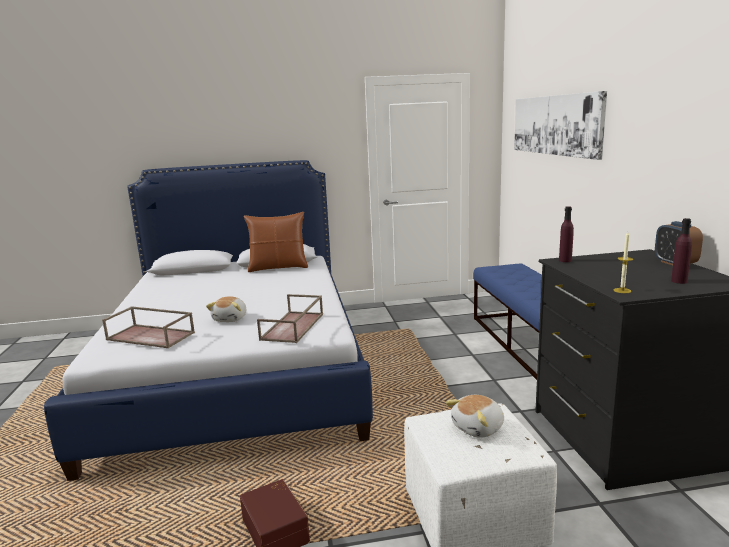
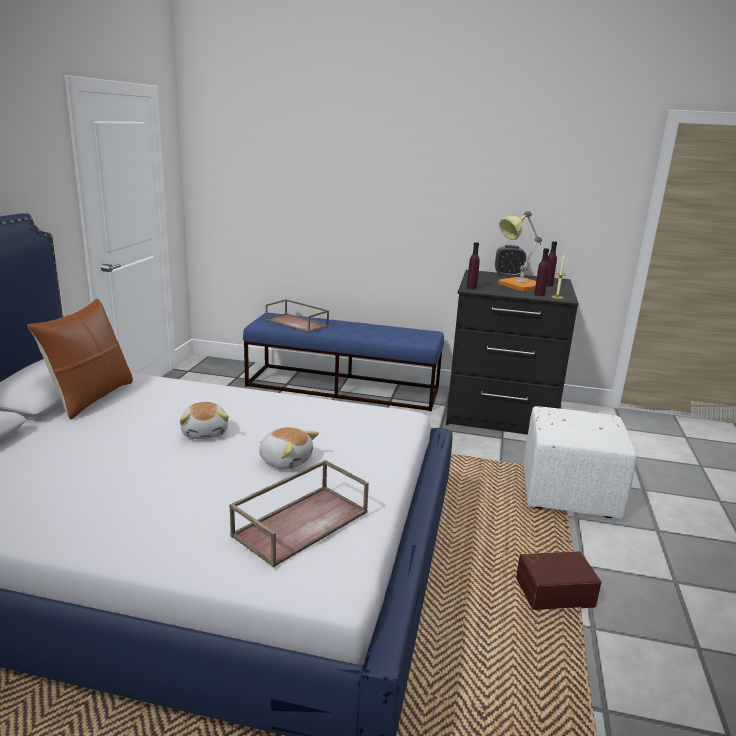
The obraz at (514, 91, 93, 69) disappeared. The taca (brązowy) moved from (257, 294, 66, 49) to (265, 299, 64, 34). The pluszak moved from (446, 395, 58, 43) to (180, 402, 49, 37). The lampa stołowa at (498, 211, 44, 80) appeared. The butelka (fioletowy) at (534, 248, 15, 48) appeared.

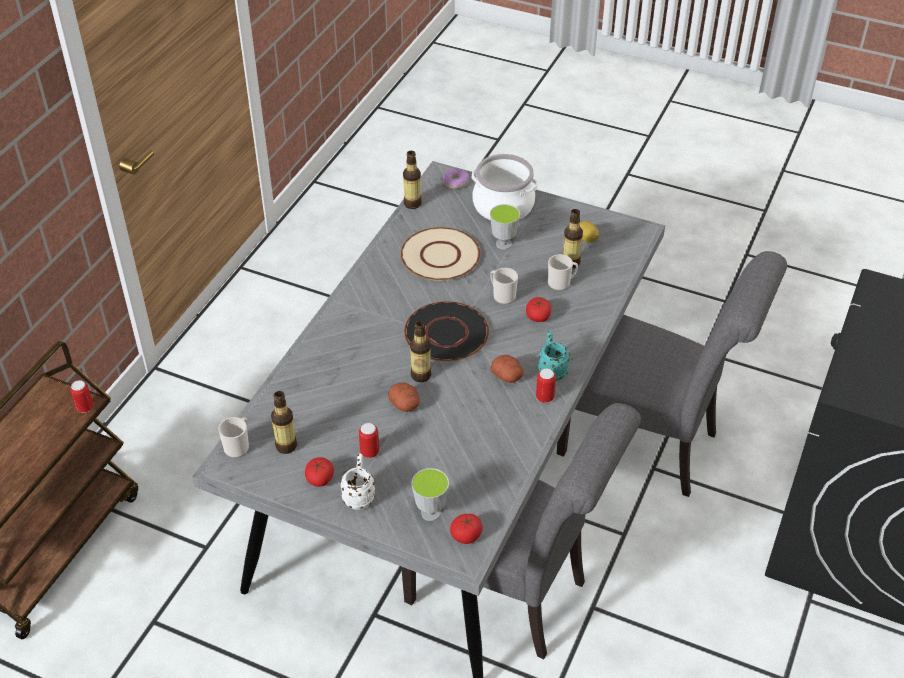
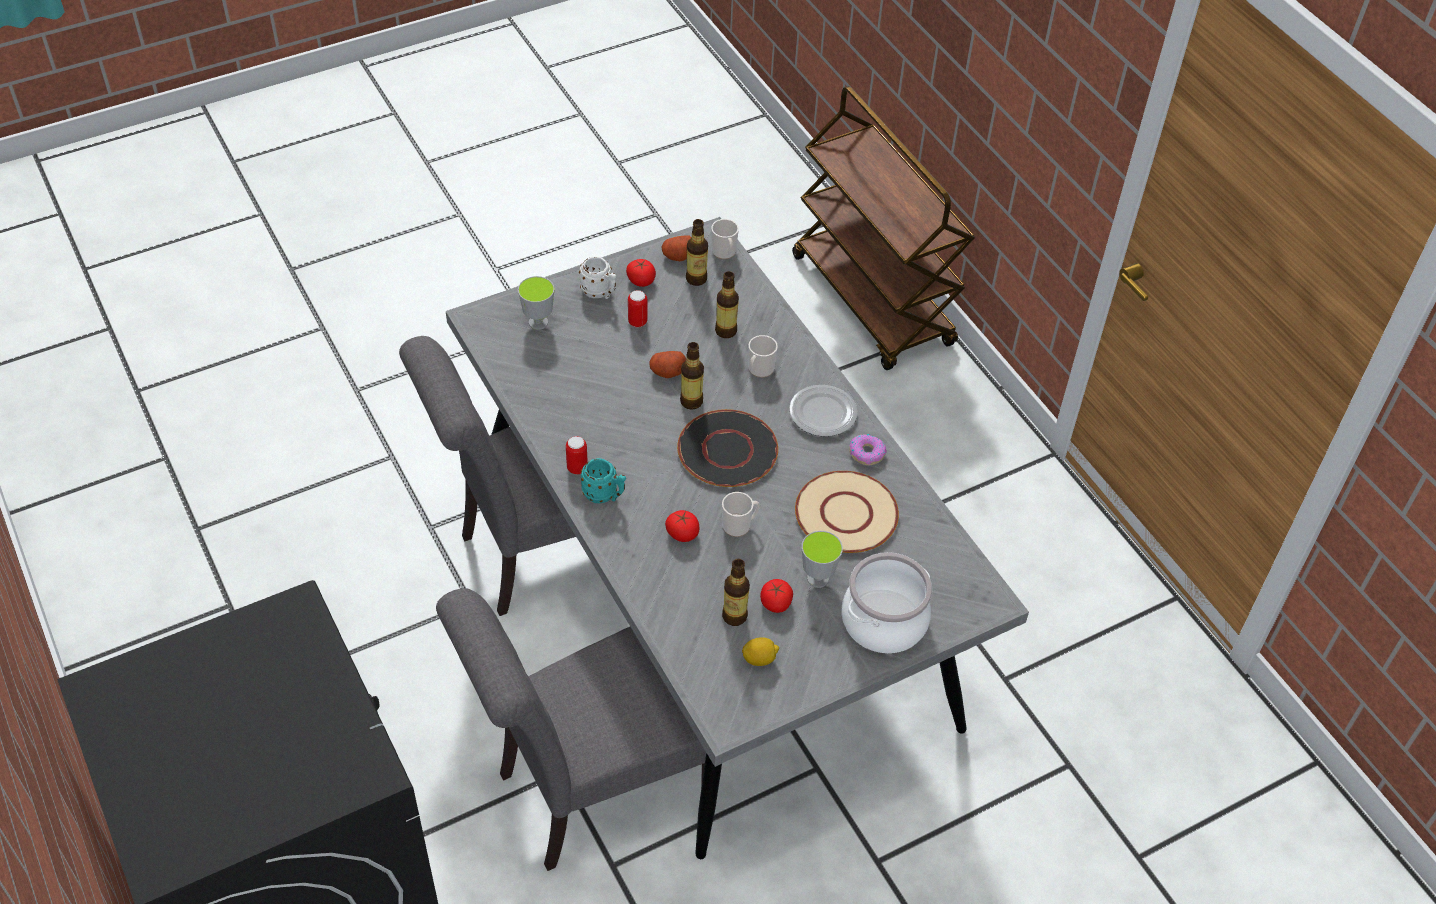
The butelka moved from (403, 151, 19, 58) to (715, 271, 24, 67). The donut moved from (443, 168, 26, 21) to (849, 434, 38, 32). The kubek moved from (548, 254, 30, 37) to (748, 335, 30, 43). The ziemniak moved from (491, 355, 33, 28) to (661, 235, 30, 26). The puszka at (70, 380, 23, 33) disappeared. The pomidor moved from (450, 514, 33, 30) to (760, 579, 33, 34). The talerz at (789, 385, 69, 52) appeared.

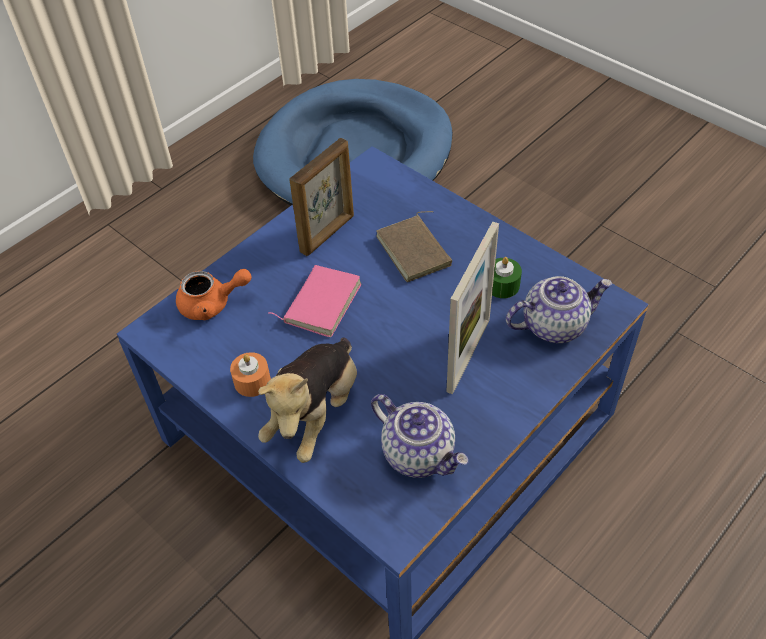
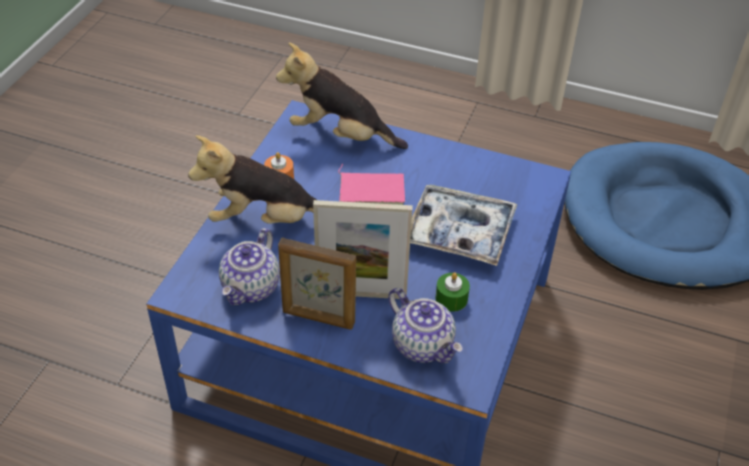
The ramka na zdjęcie moved from (290, 138, 64, 118) to (278, 238, 78, 92). The książka (brązowy) at (376, 211, 76, 71) was replaced by the taca at (410, 184, 108, 82). The imbryk (pomarańczowy) at (176, 269, 76, 51) was replaced by the pluszak at (276, 42, 132, 107).

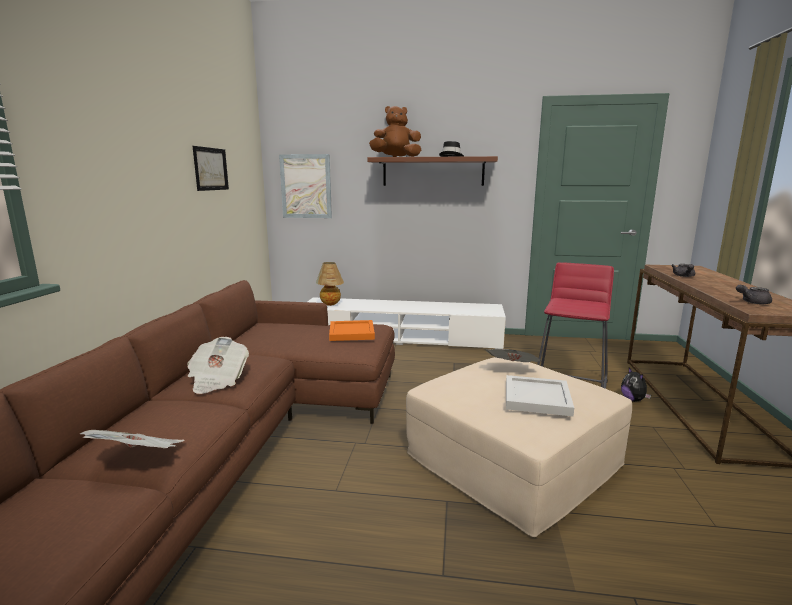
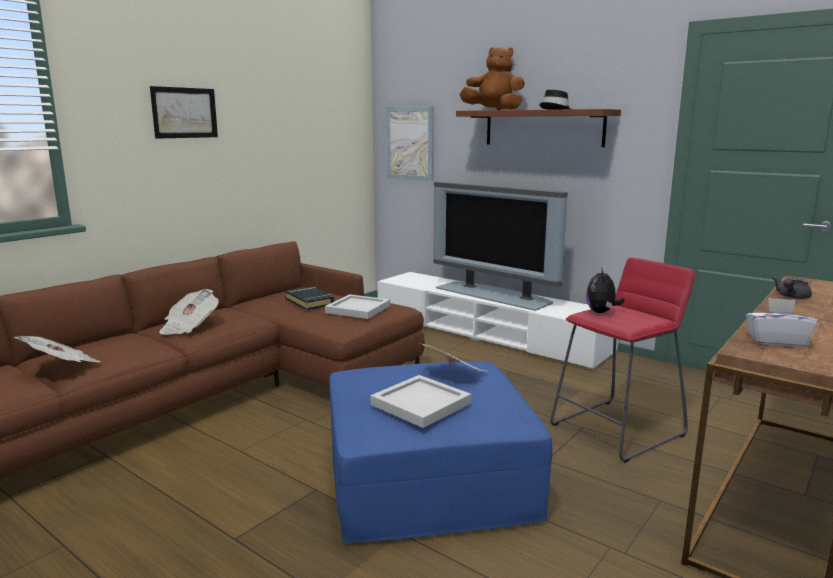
The obraz moved from (193, 146, 36, 45) to (150, 86, 68, 53). The lampa stołowa at (316, 262, 28, 44) disappeared. The imbryk (szary) at (736, 285, 36, 20) was replaced by the pudełko chusteczek (biały) at (746, 298, 72, 49). The taca (pomarańczowy) at (329, 320, 46, 21) became the taca (biały) at (325, 294, 65, 25). The pufa (beżowy) at (406, 357, 226, 180) became the pufa (niebieski) at (329, 361, 223, 183). The pluszak moved from (621, 368, 30, 34) to (586, 267, 38, 46). The telewizor at (434, 182, 134, 129) appeared. The książka (czarny) at (285, 286, 49, 24) appeared.

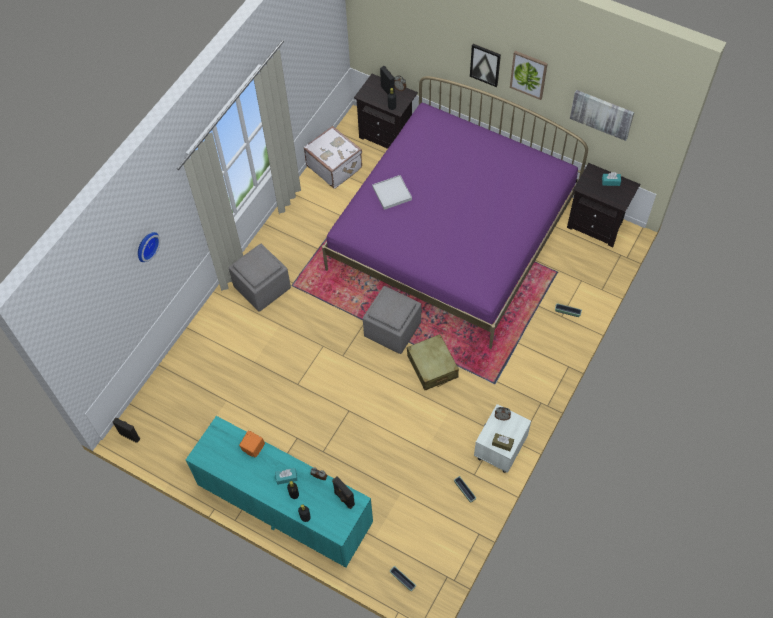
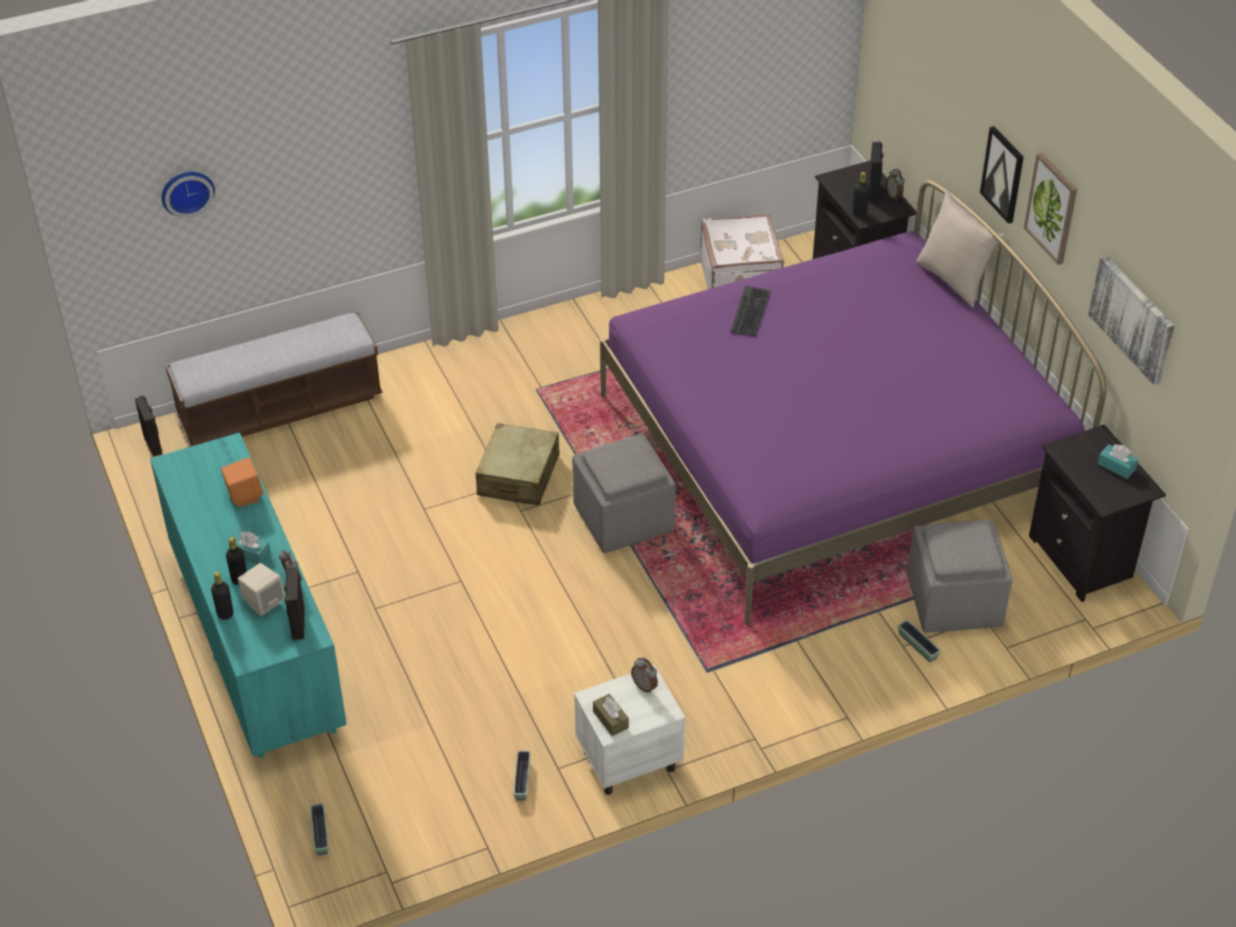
The taca (biały) at (372, 175, 40, 35) was replaced by the klawiatura at (730, 286, 40, 51). The zegar ścienny moved from (138, 232, 23, 30) to (162, 172, 53, 46). The pufa (szary) moved from (228, 244, 63, 68) to (907, 520, 105, 113). The walizka (beżowy) moved from (407, 334, 52, 56) to (475, 423, 85, 82). The poduszka (beżowy) at (916, 191, 89, 117) appeared. The ławka at (165, 311, 217, 136) appeared. The głośnik (beżowy) at (238, 563, 47, 53) appeared.

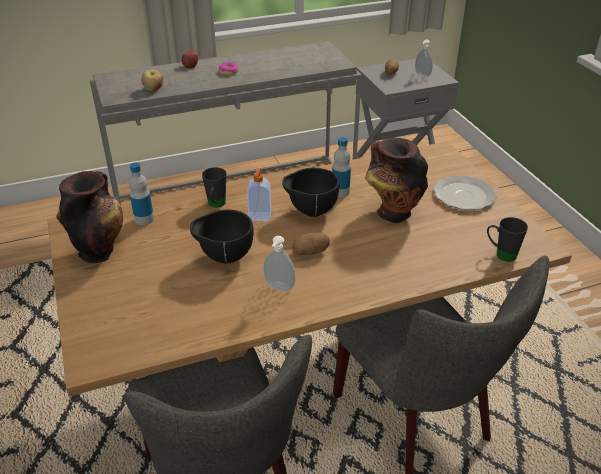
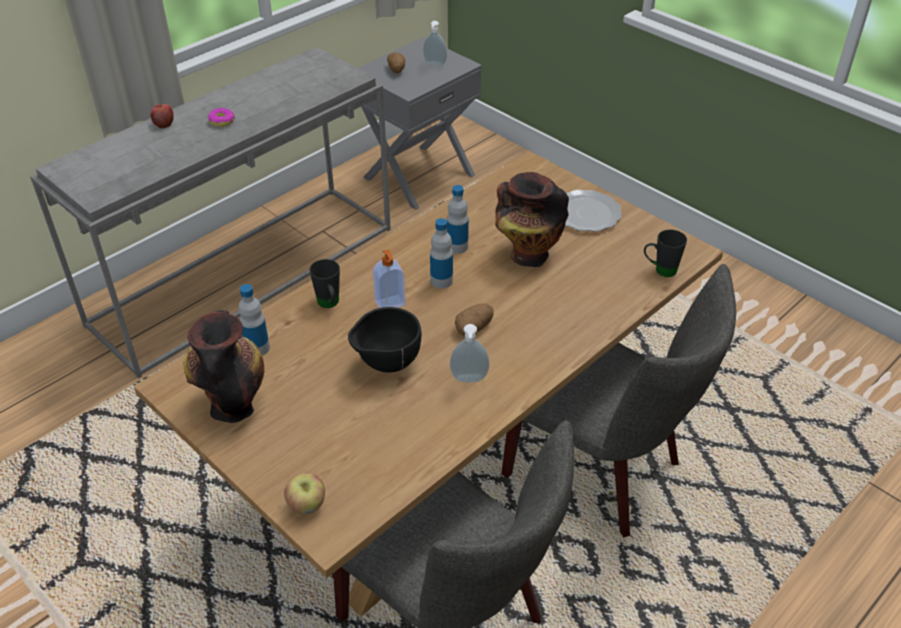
The jabłko moved from (142, 70, 21, 21) to (284, 473, 41, 41). The miska (czarny) at (282, 168, 57, 49) was replaced by the butelka at (430, 218, 23, 71).

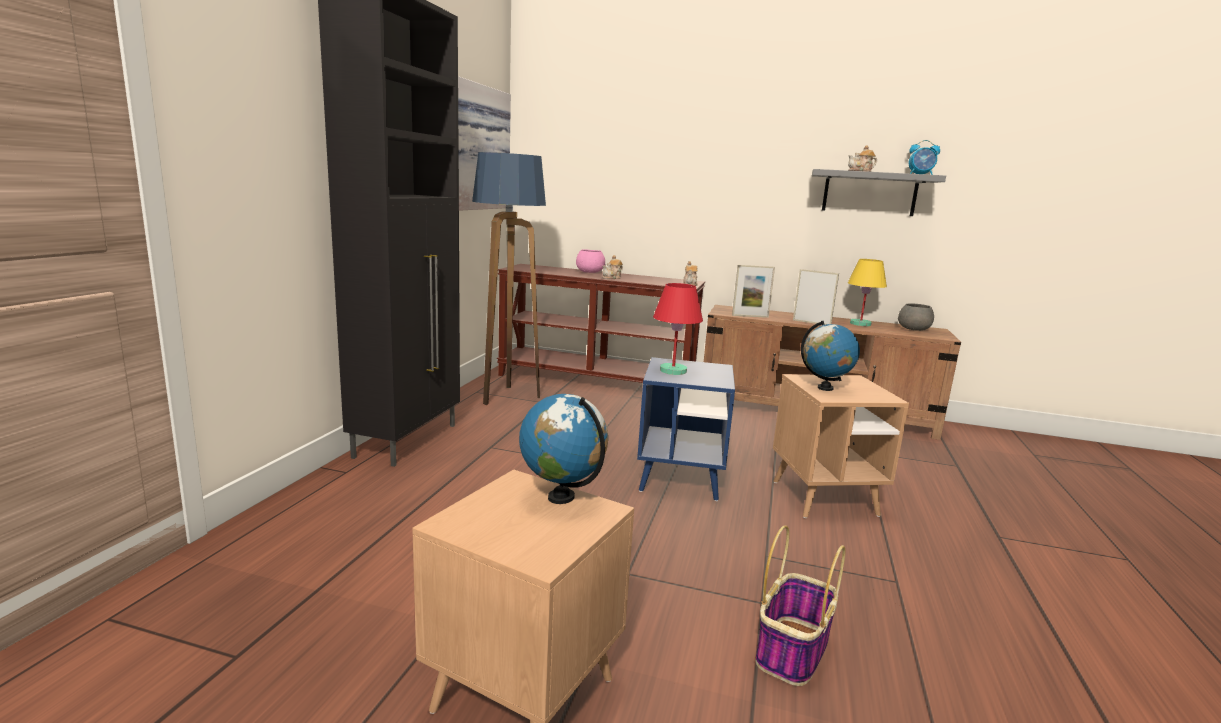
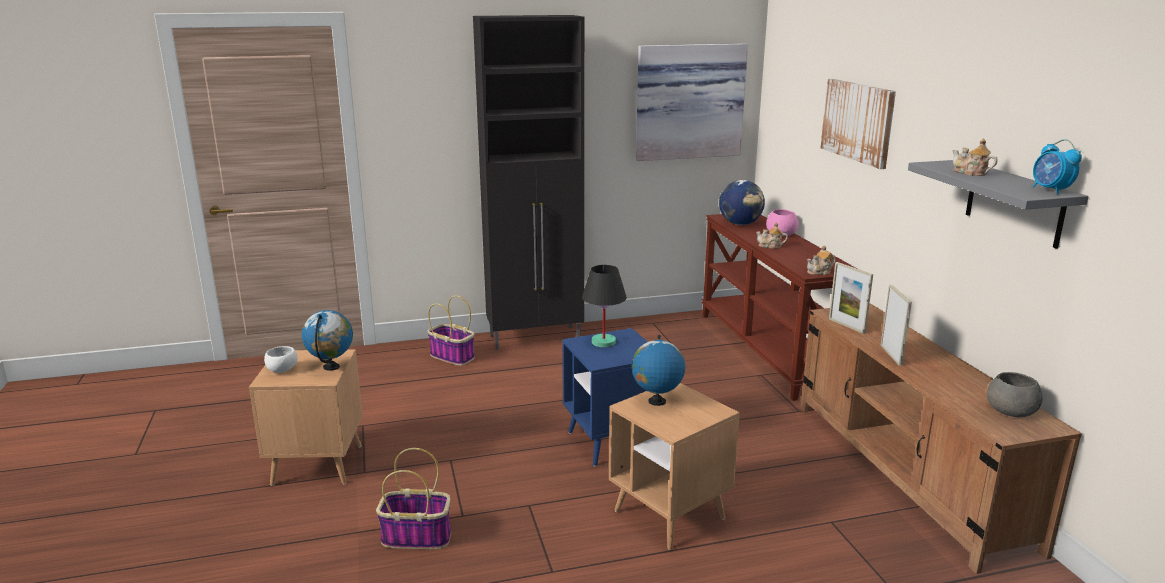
The lampa stojąca at (472, 152, 74, 253) disappeared. The lampa stołowa (żółty) at (848, 259, 39, 67) disappeared. The lampa stołowa (czerwony) at (653, 283, 50, 92) became the lampa stołowa (czarny) at (582, 265, 45, 82). The obraz at (820, 79, 76, 90) appeared. The globus at (719, 180, 46, 45) appeared. The koszyk at (427, 295, 48, 71) appeared. The miska (biały) at (264, 346, 33, 27) appeared.

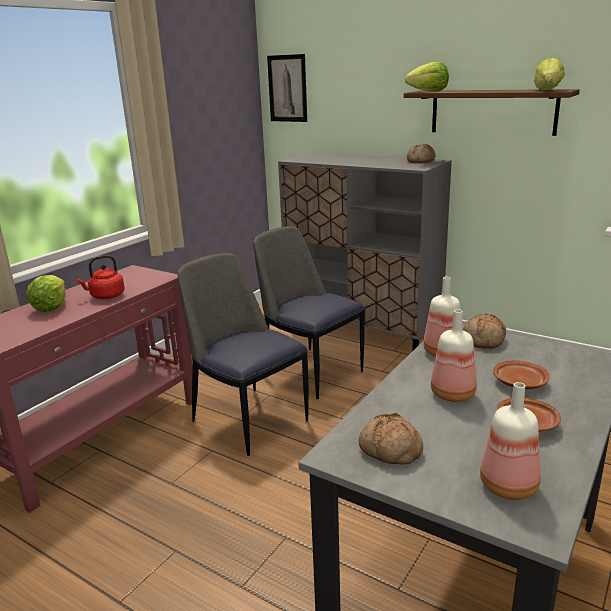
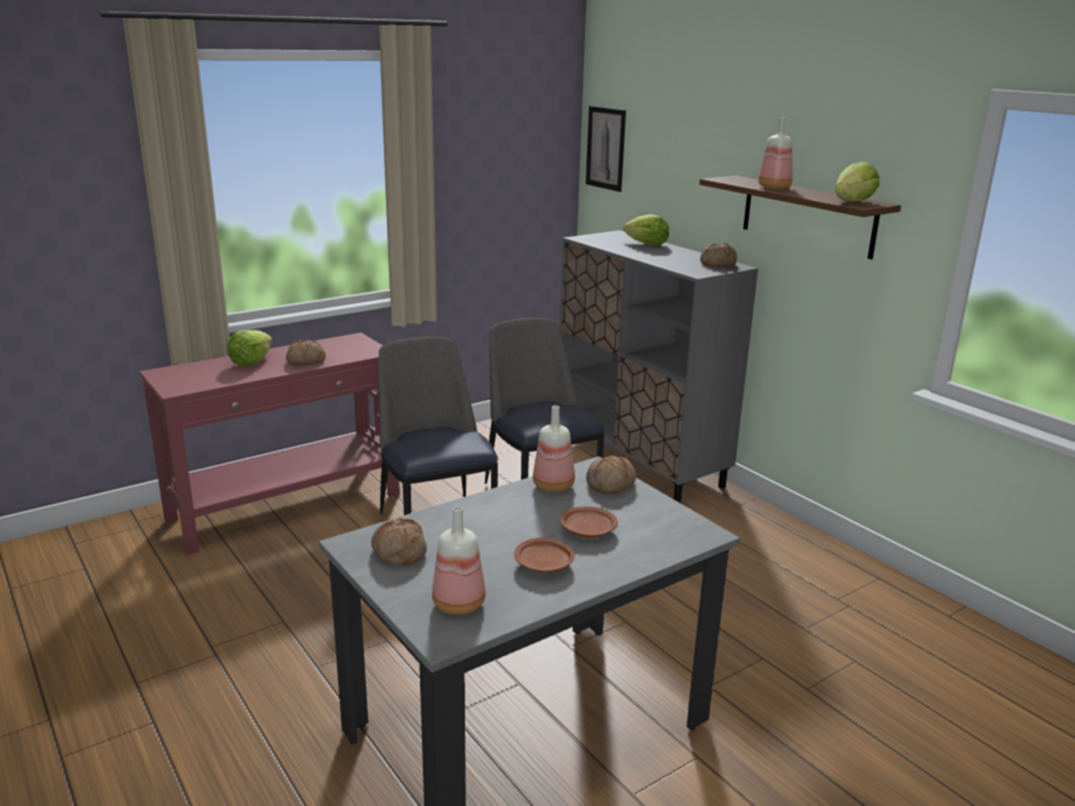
The sałata moved from (405, 62, 44, 29) to (623, 214, 46, 32). The czajnik (czerwony) at (76, 255, 49, 44) was replaced by the chleb at (286, 339, 40, 26). The butelka moved from (431, 309, 46, 93) to (758, 117, 35, 72).

